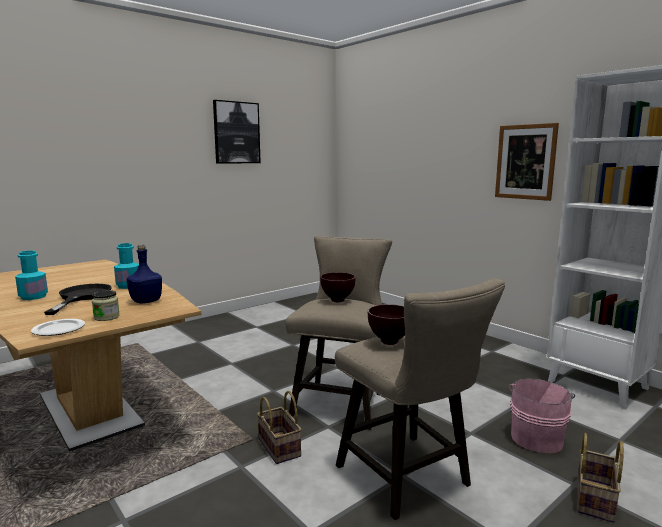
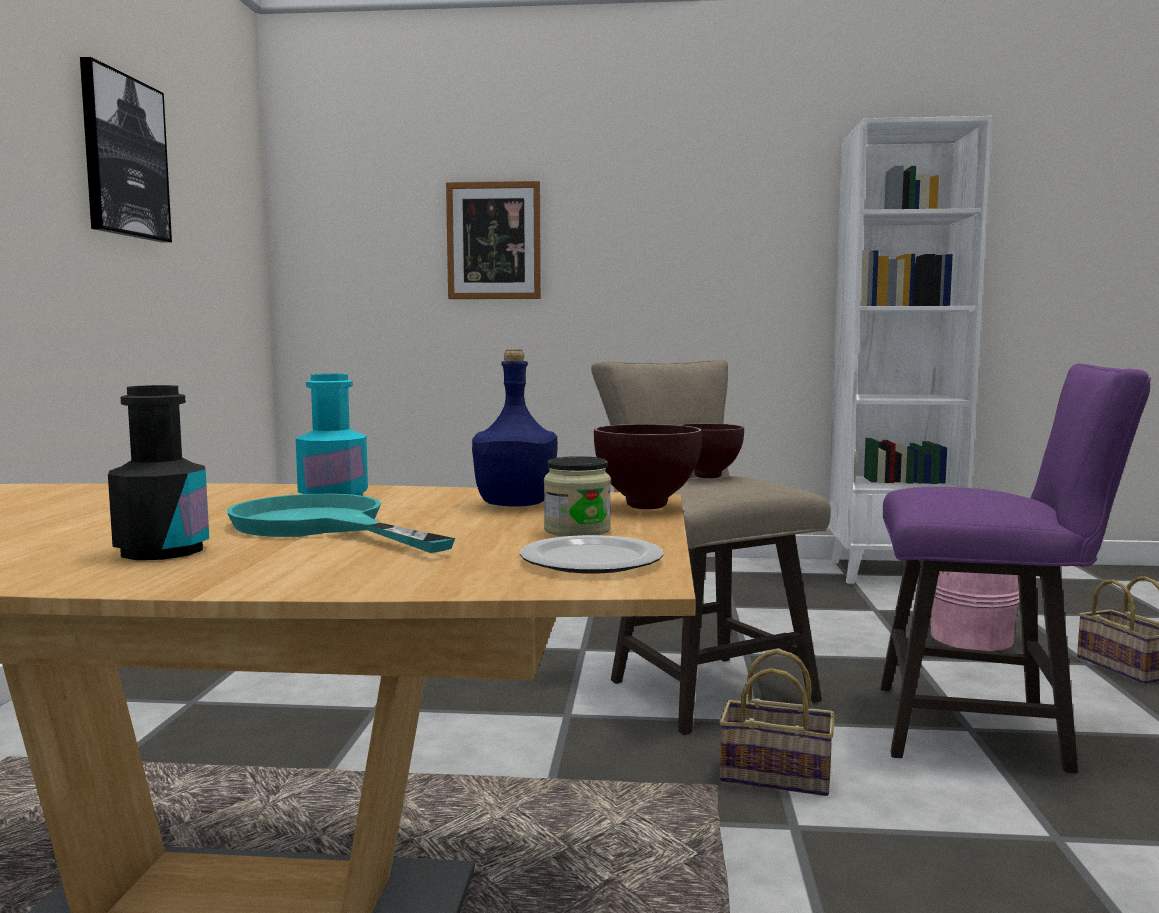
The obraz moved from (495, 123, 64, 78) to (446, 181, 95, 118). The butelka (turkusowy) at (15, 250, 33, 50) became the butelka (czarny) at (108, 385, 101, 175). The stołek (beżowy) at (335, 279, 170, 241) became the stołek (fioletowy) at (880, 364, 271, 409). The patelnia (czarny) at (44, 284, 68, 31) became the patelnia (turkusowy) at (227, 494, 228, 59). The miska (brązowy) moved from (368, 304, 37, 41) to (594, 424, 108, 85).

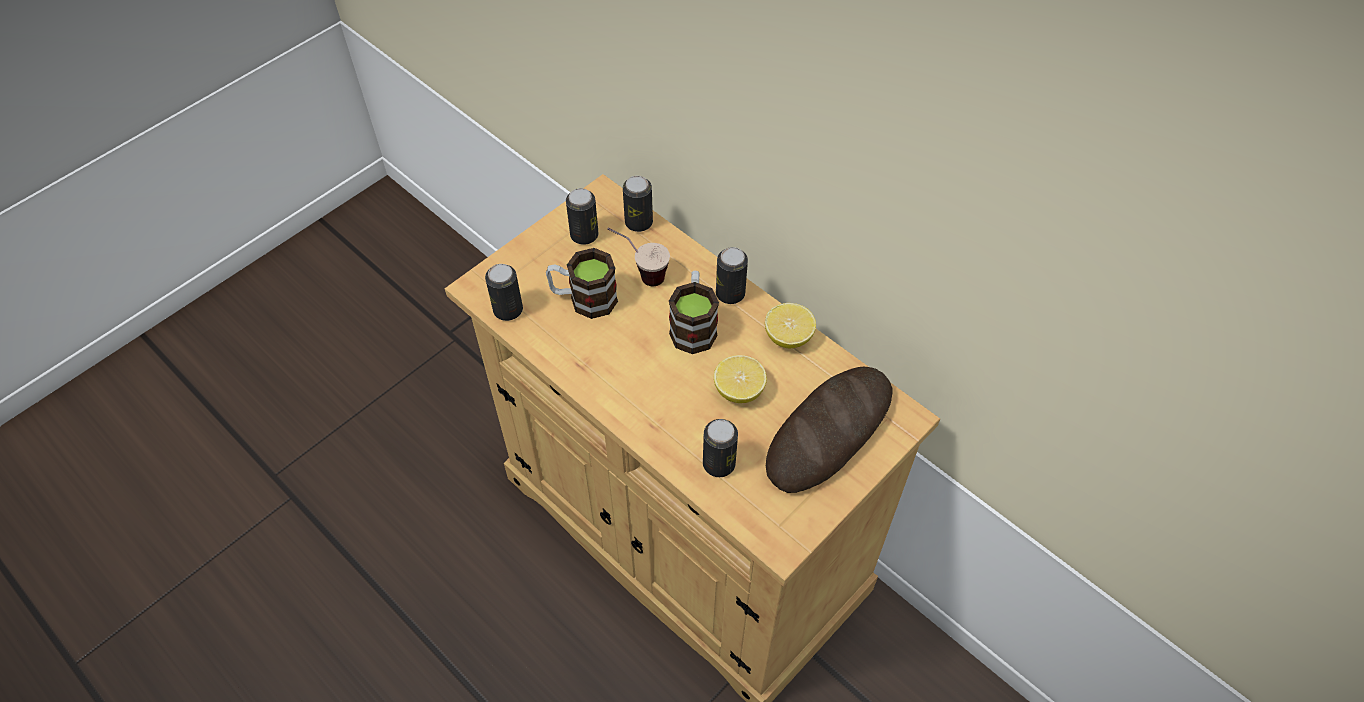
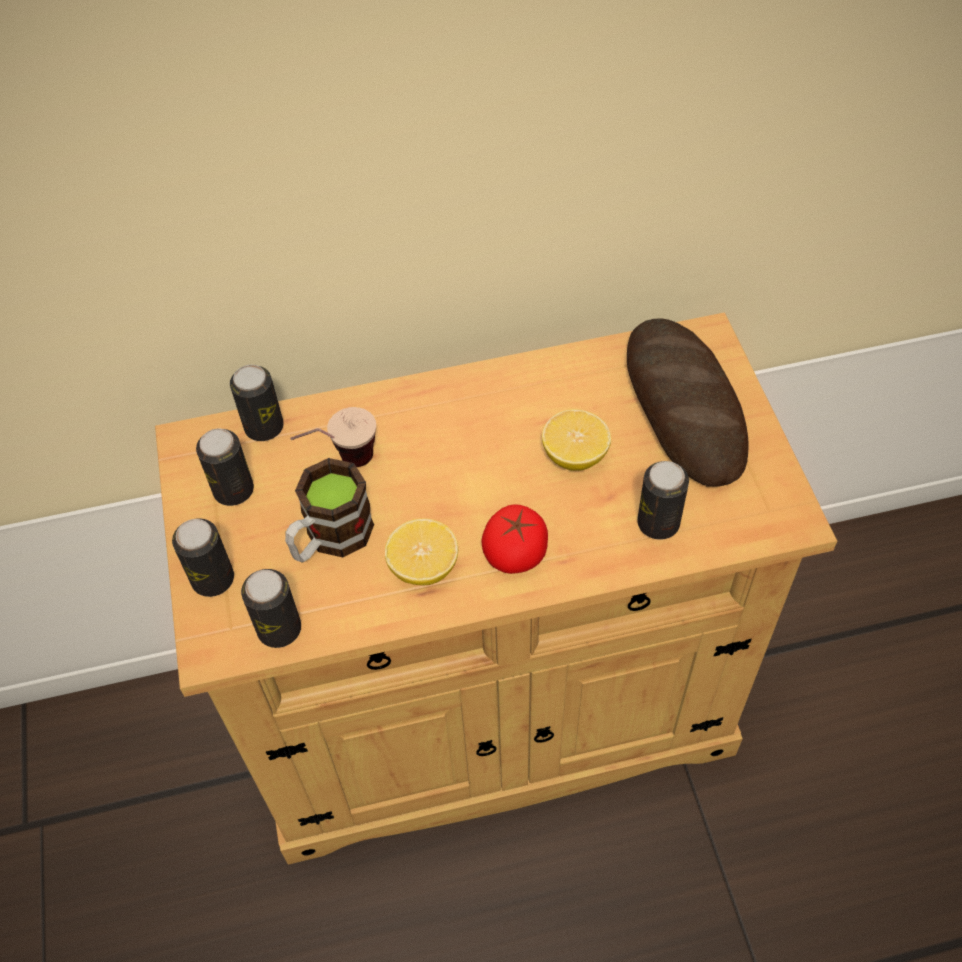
The puszka moved from (716, 247, 32, 57) to (172, 518, 62, 79). The kubek at (669, 271, 50, 83) disappeared. The cytryna moved from (765, 303, 51, 45) to (385, 518, 73, 67). The pomidor at (481, 504, 67, 70) appeared.

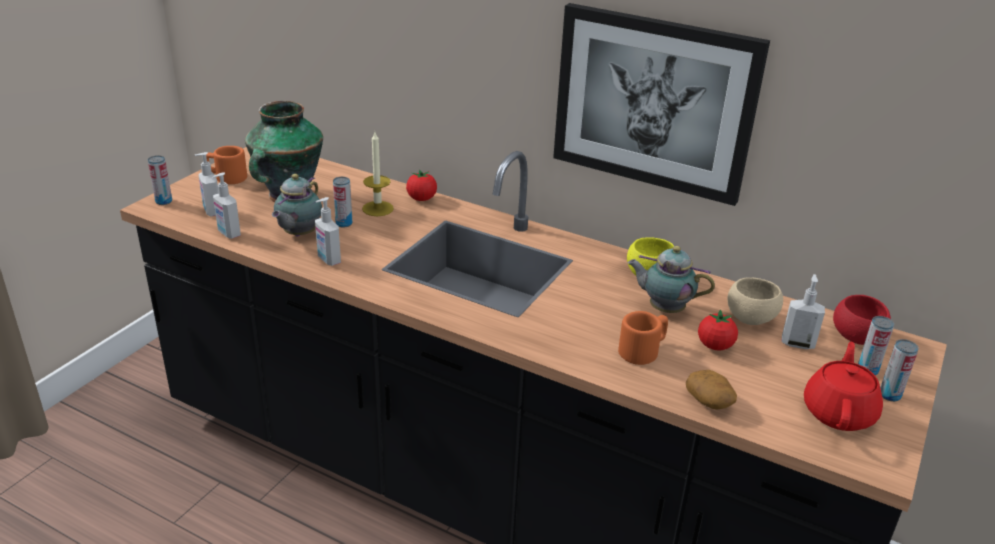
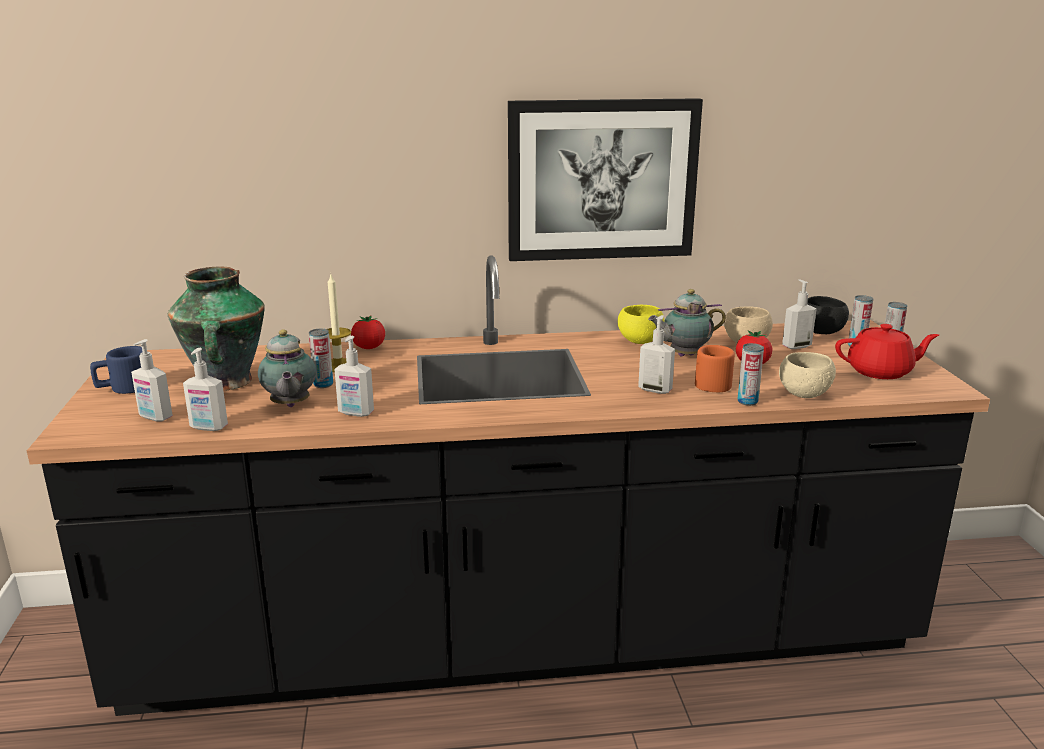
The kubek (pomarańczowy) at (206, 146, 41, 38) became the kubek (niebieski) at (90, 346, 52, 48). The puszka moved from (148, 155, 24, 50) to (738, 343, 26, 63). The miska (czerwony) at (833, 295, 58, 50) became the miska (czarny) at (807, 296, 42, 38). The imbryk (czerwony) at (804, 342, 79, 89) turned 105 degrees clockwise. The ziemniak at (686, 370, 51, 40) was replaced by the miska (beżowy) at (779, 352, 57, 46). The dozownik mydła at (638, 315, 37, 79) appeared.

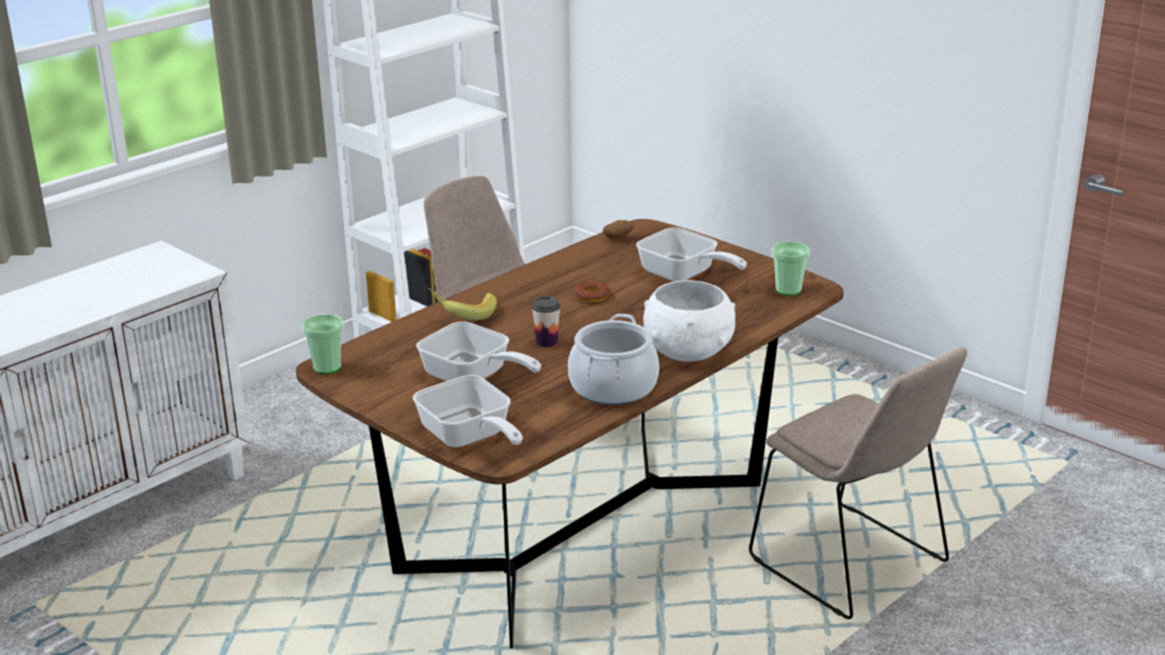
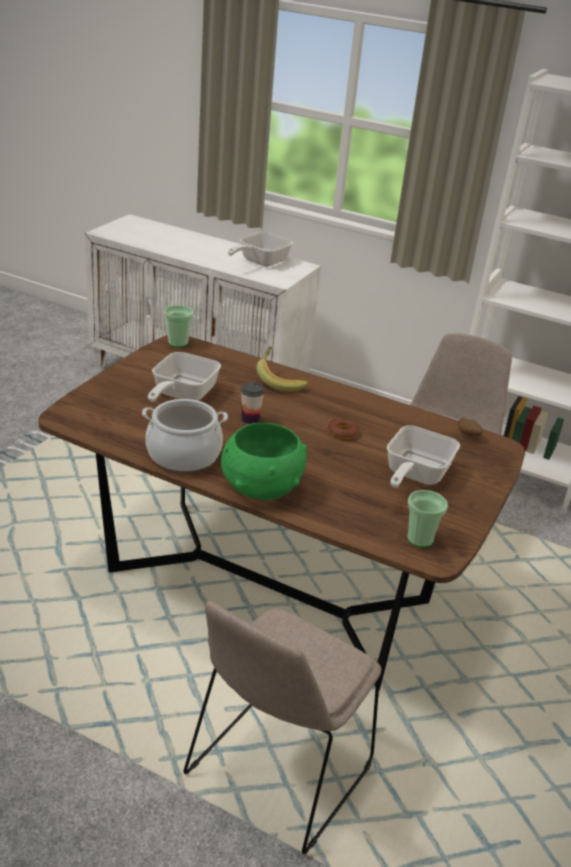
The miska (biały) at (643, 280, 92, 82) became the miska (zielony) at (221, 423, 87, 77). The patelnia moved from (413, 375, 110, 73) to (228, 232, 65, 35).

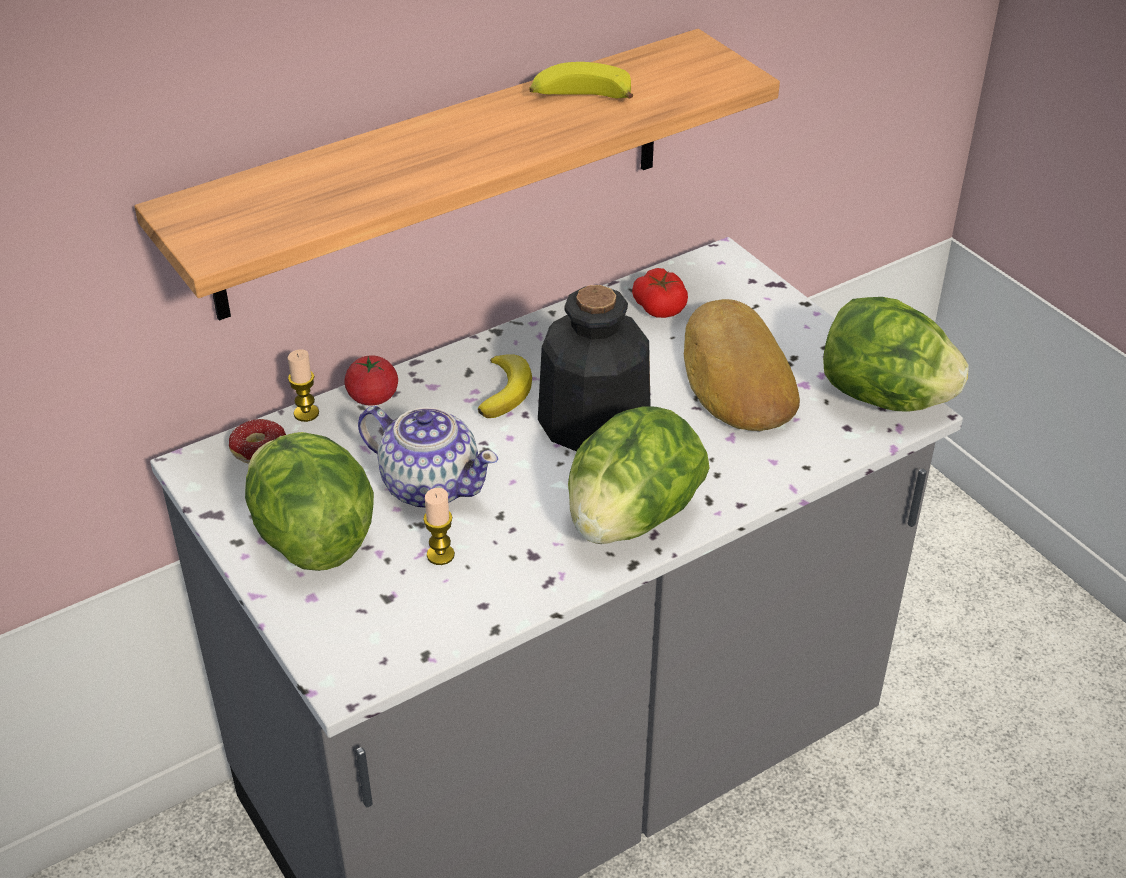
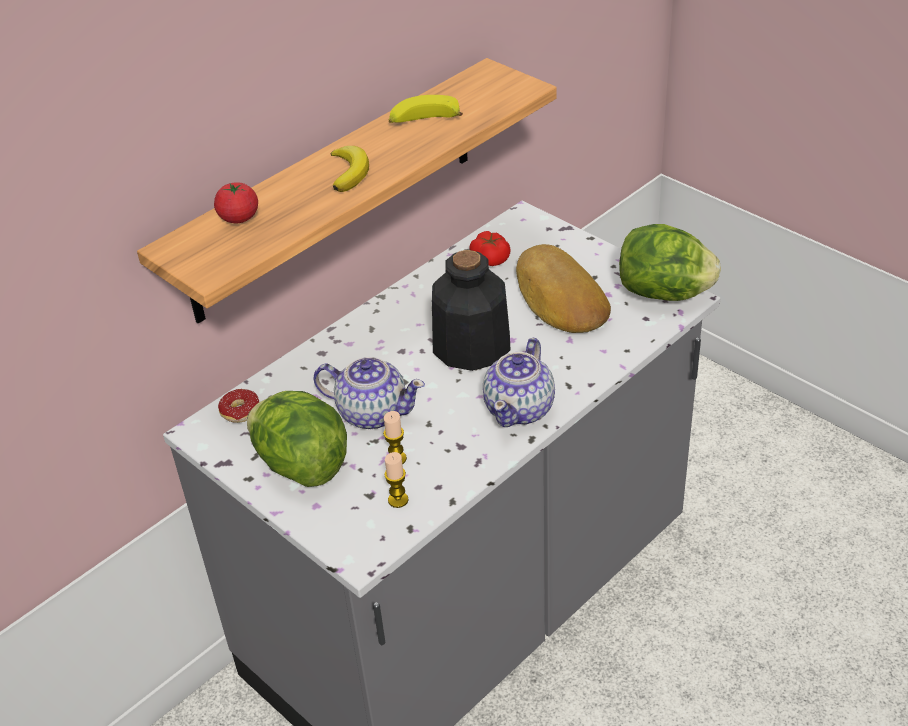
The świeca moved from (288, 349, 31, 73) to (384, 452, 25, 56). The banan moved from (478, 354, 54, 64) to (331, 146, 38, 46). The pomidor moved from (344, 355, 54, 50) to (214, 182, 44, 41). The sałata at (568, 406, 142, 138) was replaced by the imbryk at (483, 338, 72, 89).

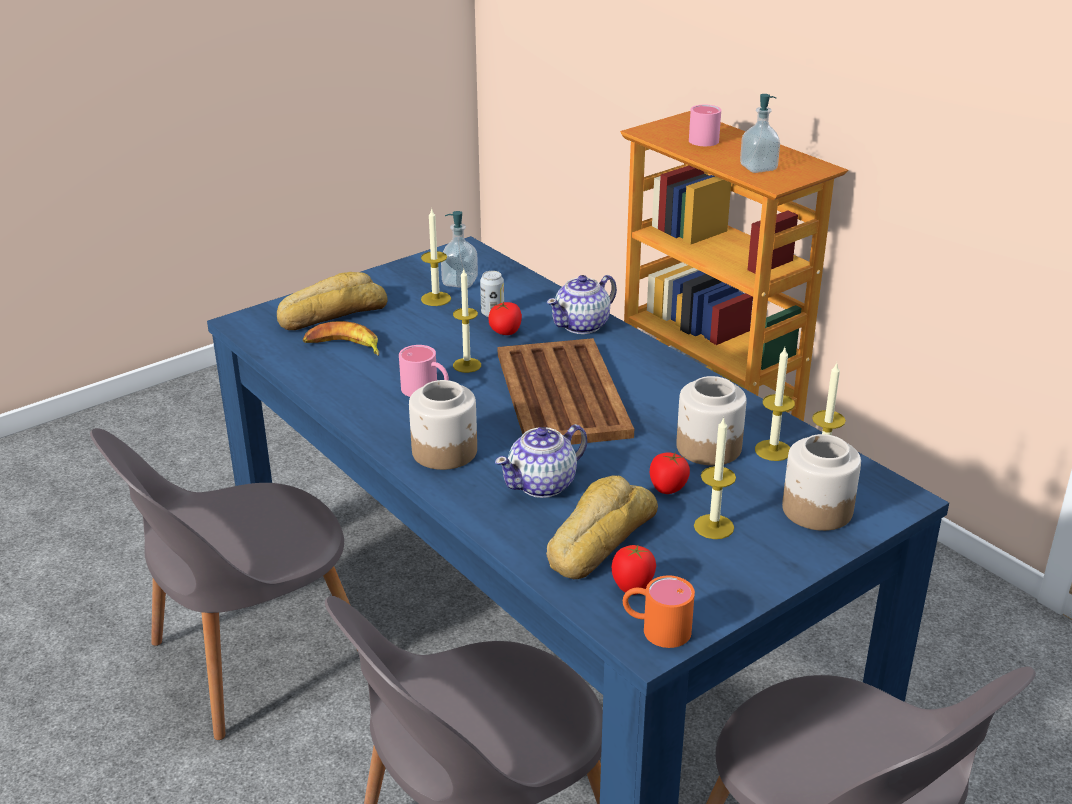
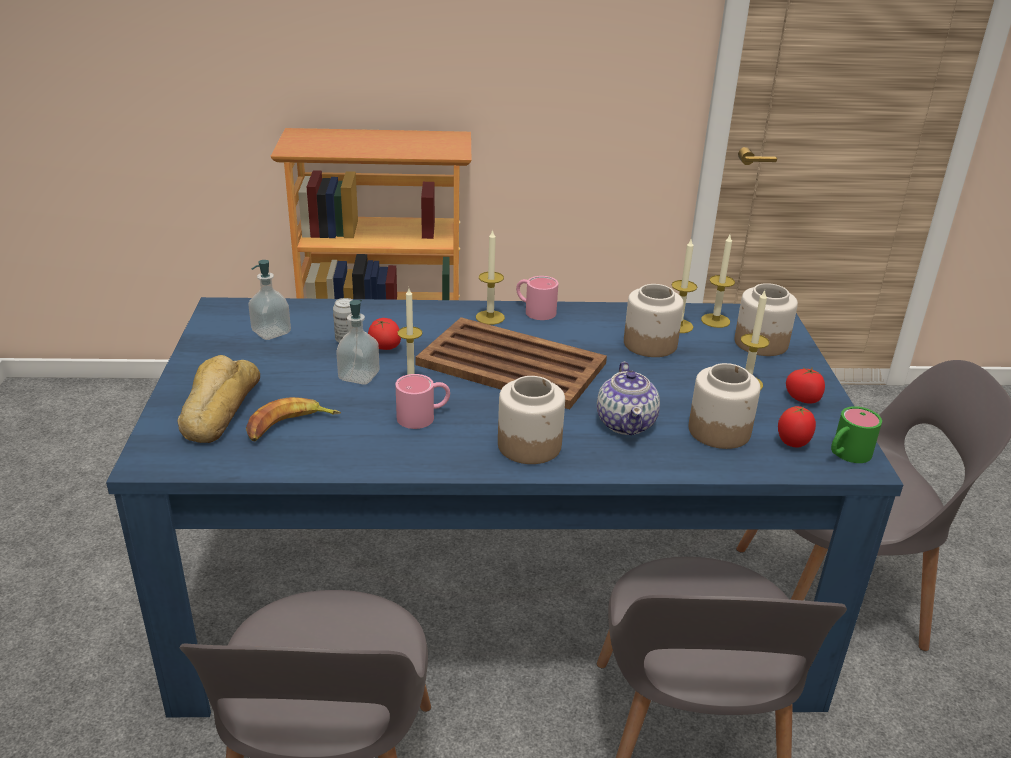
The dozownik mydła moved from (740, 94, 40, 79) to (337, 300, 43, 85). The kubek (różowy) moved from (689, 105, 32, 41) to (516, 276, 42, 44). The świeca moved from (421, 209, 30, 97) to (476, 229, 29, 96). The imbryk at (547, 275, 70, 59) disappeared. The pomidor moved from (650, 452, 40, 42) to (786, 367, 39, 37). The chleb at (546, 475, 112, 104) was replaced by the słoik at (689, 363, 72, 86). The kubek (pomarańczowy) at (623, 575, 72, 73) became the kubek (zielony) at (831, 406, 51, 57).

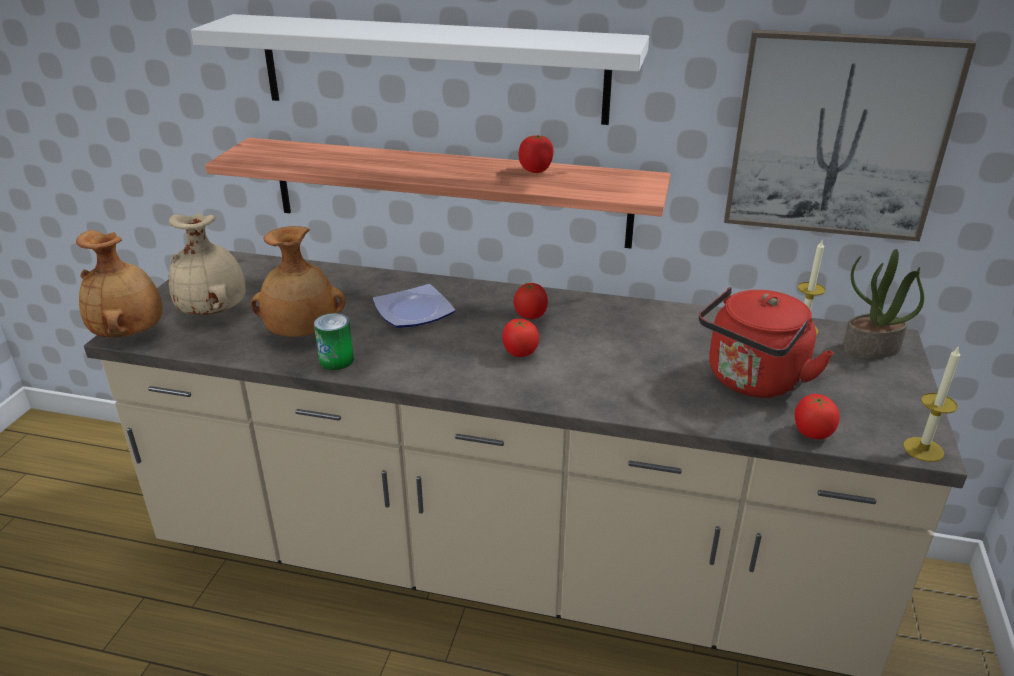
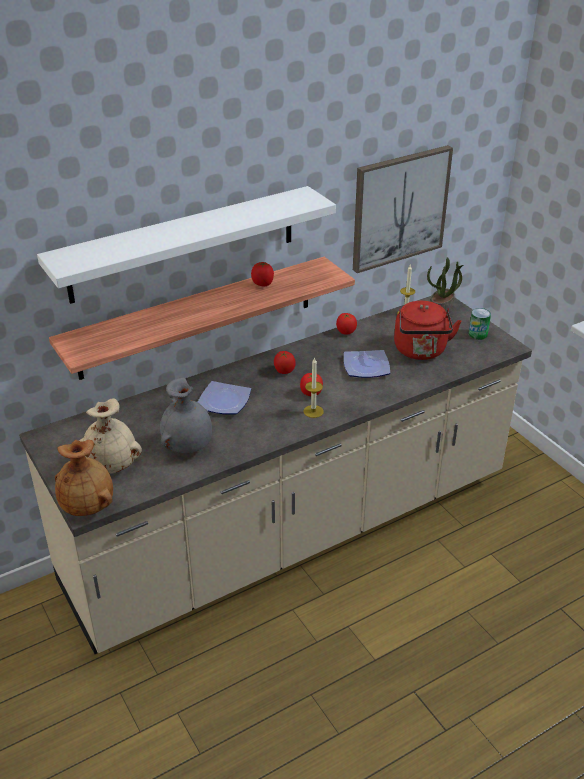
The wazon (brązowy) at (250, 226, 95, 111) became the wazon (szary) at (160, 377, 52, 76). The puszka moved from (314, 313, 40, 57) to (469, 308, 22, 32). The świeca moved from (903, 345, 57, 117) to (303, 357, 21, 61). The pomidor moved from (795, 394, 45, 45) to (336, 313, 21, 22). The talerz at (344, 350, 46, 28) appeared.

